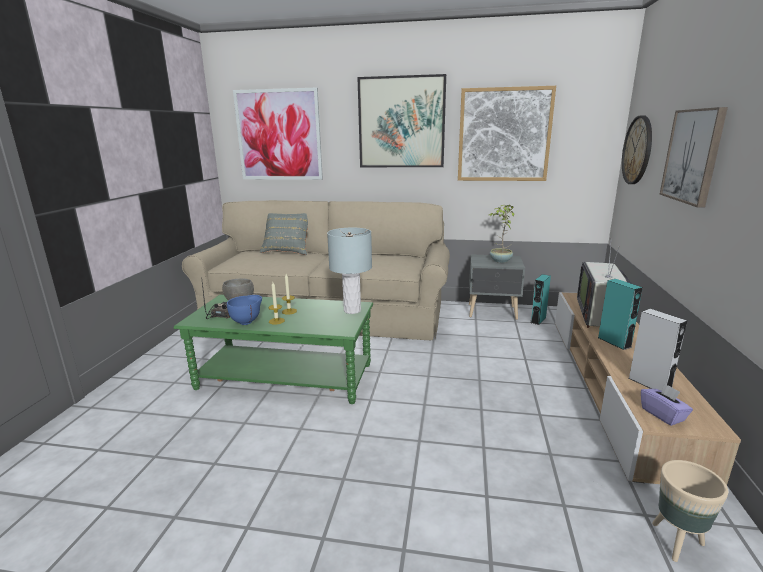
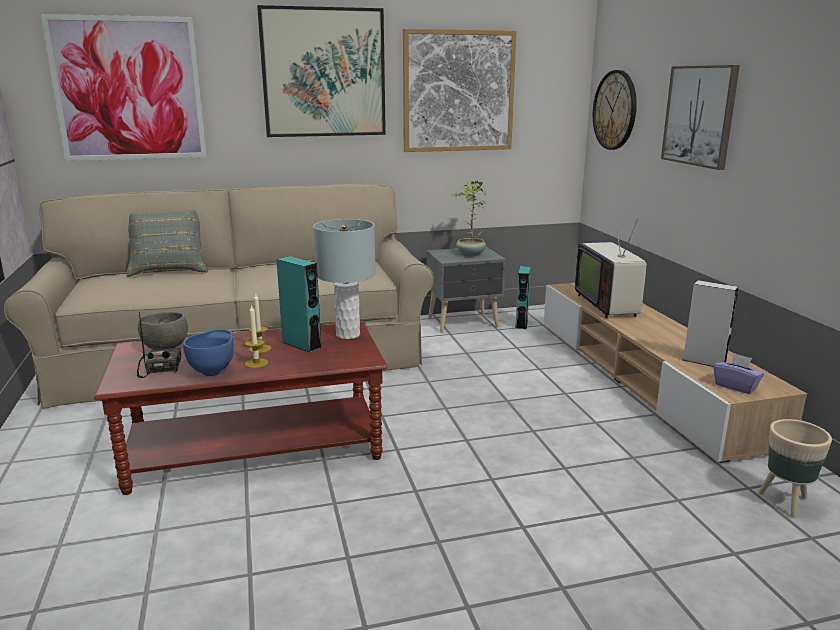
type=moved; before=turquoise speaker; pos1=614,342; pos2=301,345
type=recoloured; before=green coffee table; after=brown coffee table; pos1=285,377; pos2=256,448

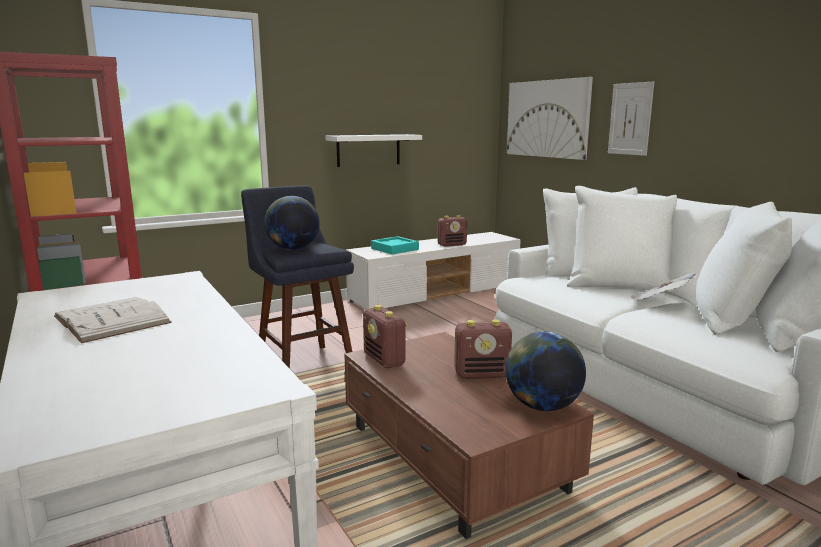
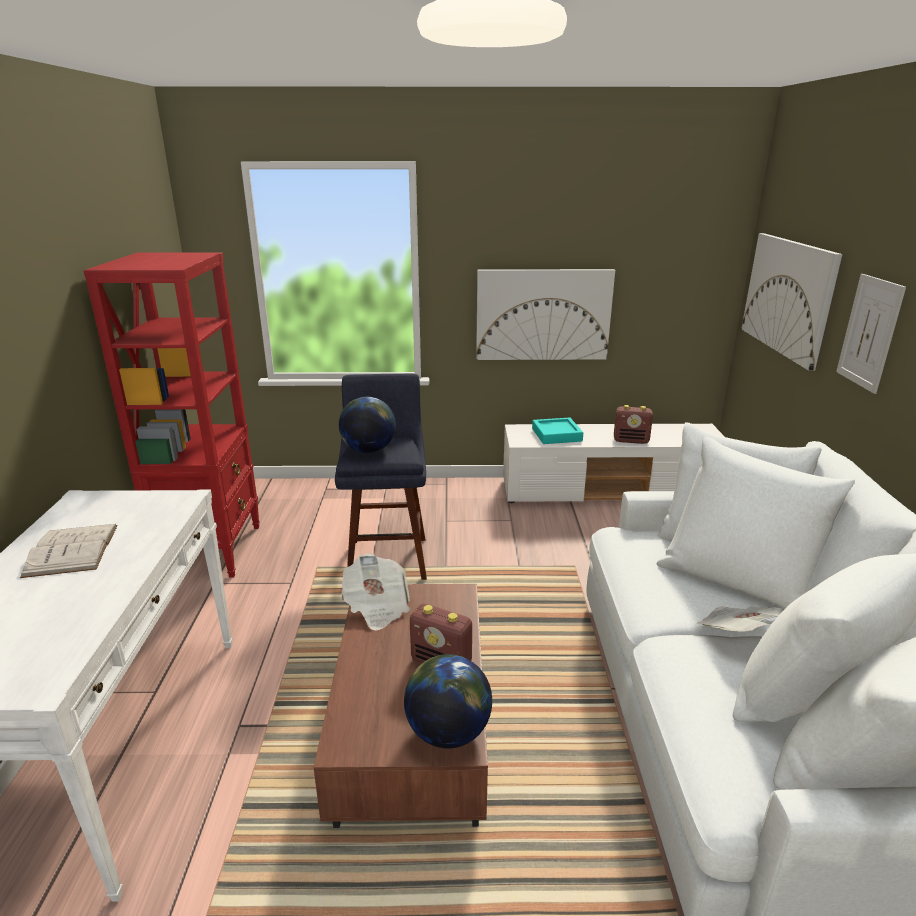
type=replaced; before=white shelf; after=picture; pos1=368,150; pos2=543,315
type=replaced; before=radio; after=newspaper; pos1=384,360; pos2=377,607

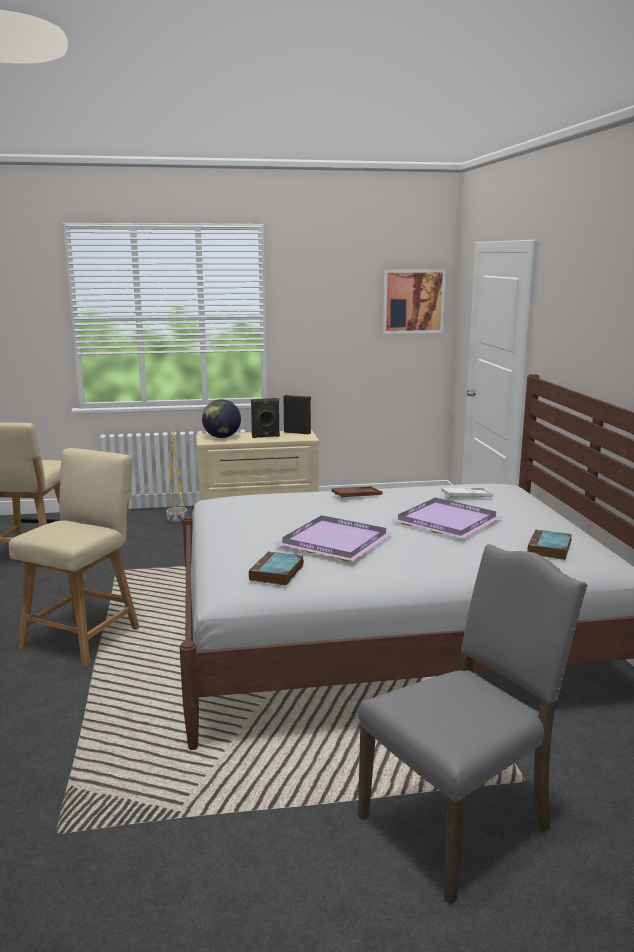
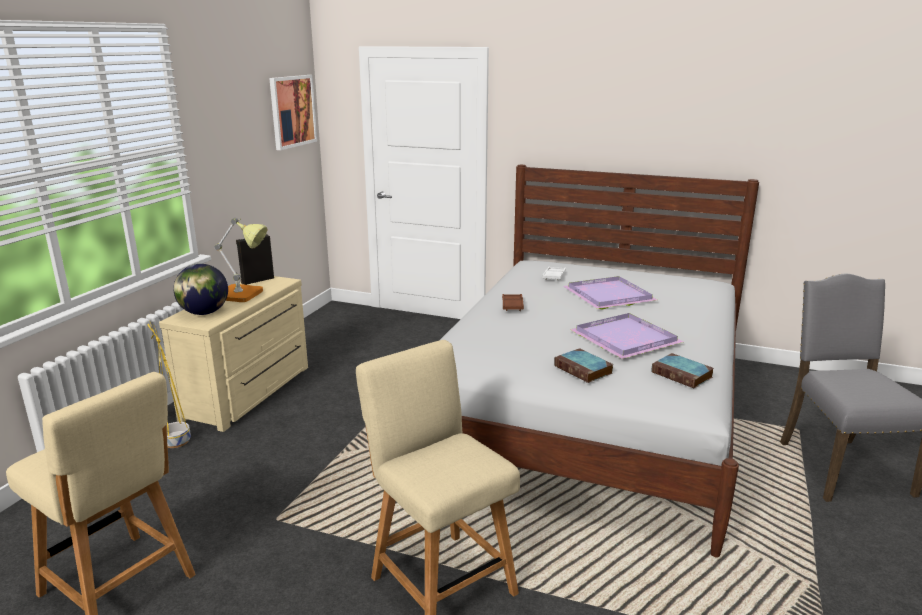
type=moved; before=book; pos1=549,549; pos2=584,370
type=replaced; before=black speaker; after=table lamp; pos1=265,436; pos2=244,295

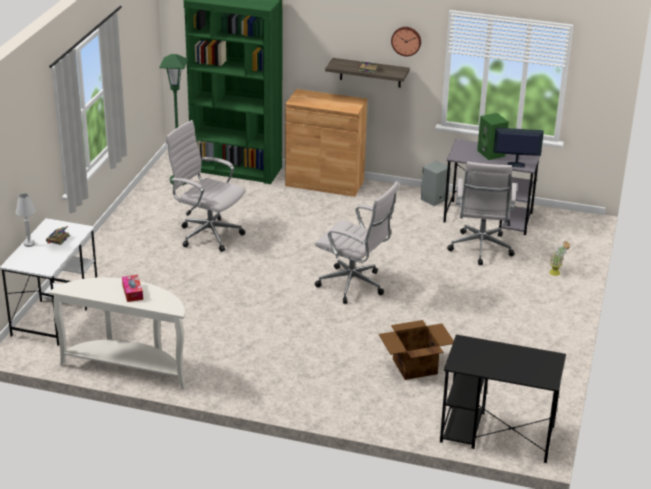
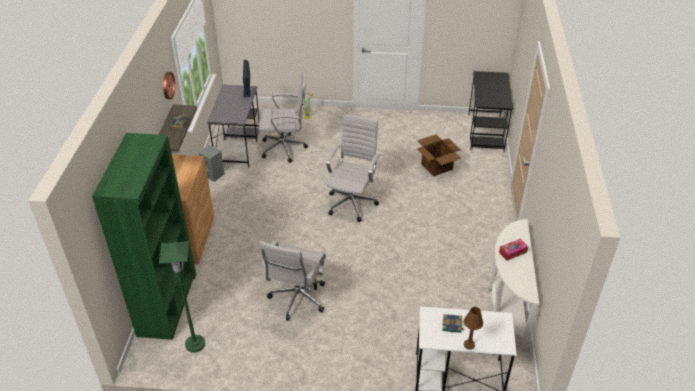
type=removed; before=green speaker; pos1=492,153
type=recoloured; before=white table lamp; after=brown table lamp; pos1=29,244; pos2=469,345

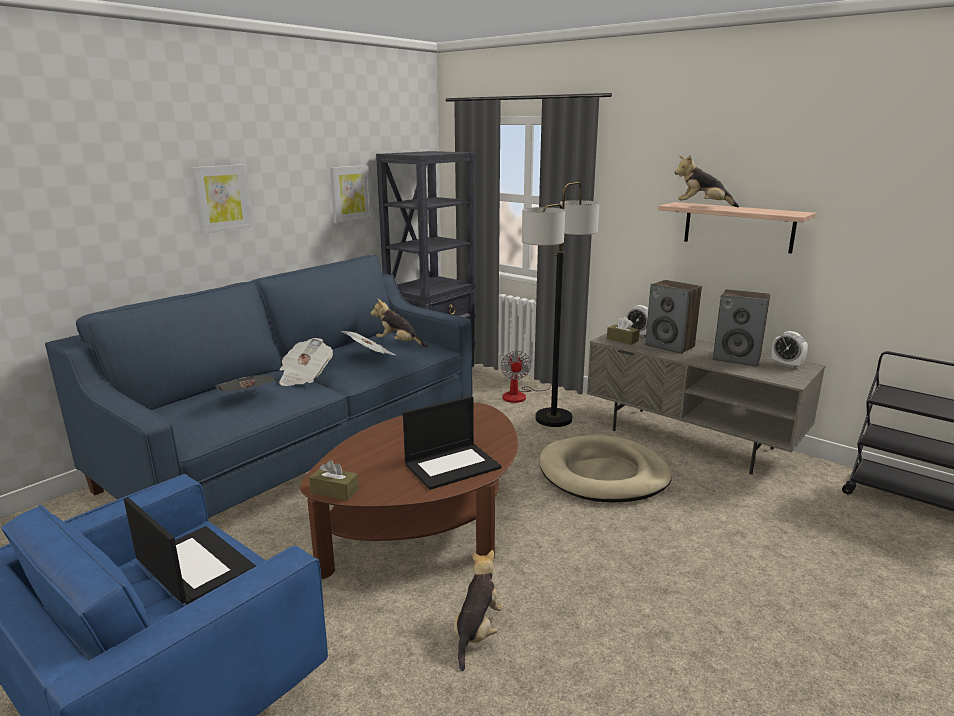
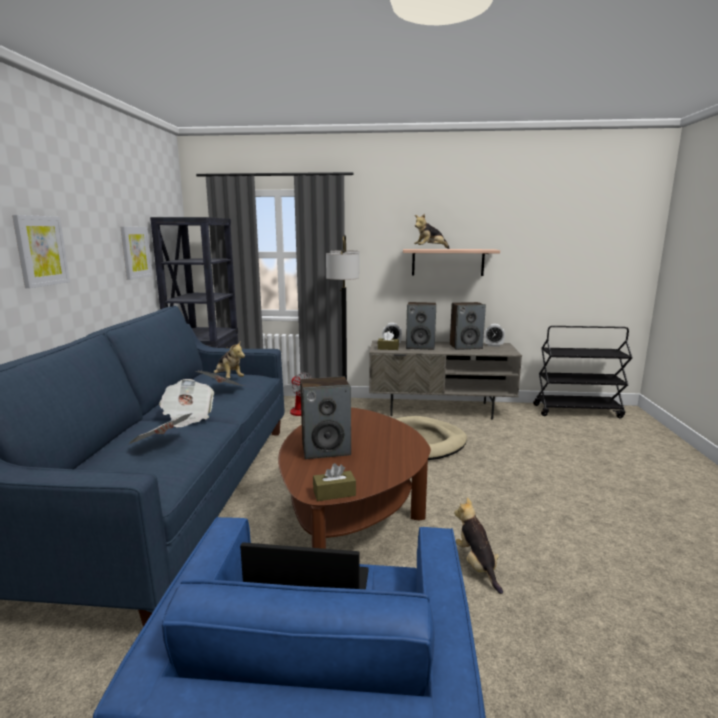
type=removed; before=laptop; pos1=452,465
type=added; after=speaker; pos2=326,450
type=turned; before=plush toy; pos1=399,343; pos2=228,378; turn=-120

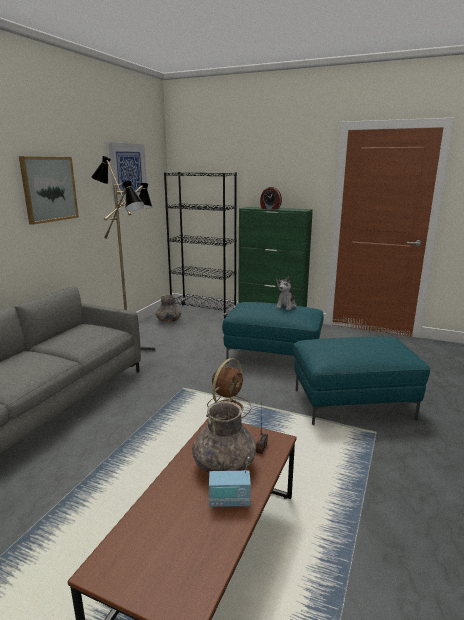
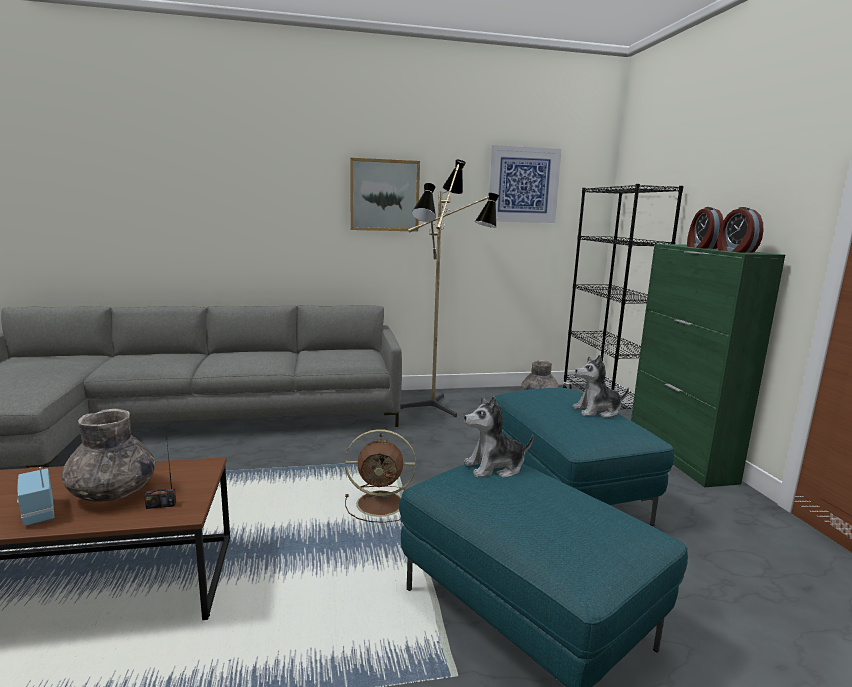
type=added; after=plush toy; pos2=495,467
type=added; after=alarm clock; pos2=735,251

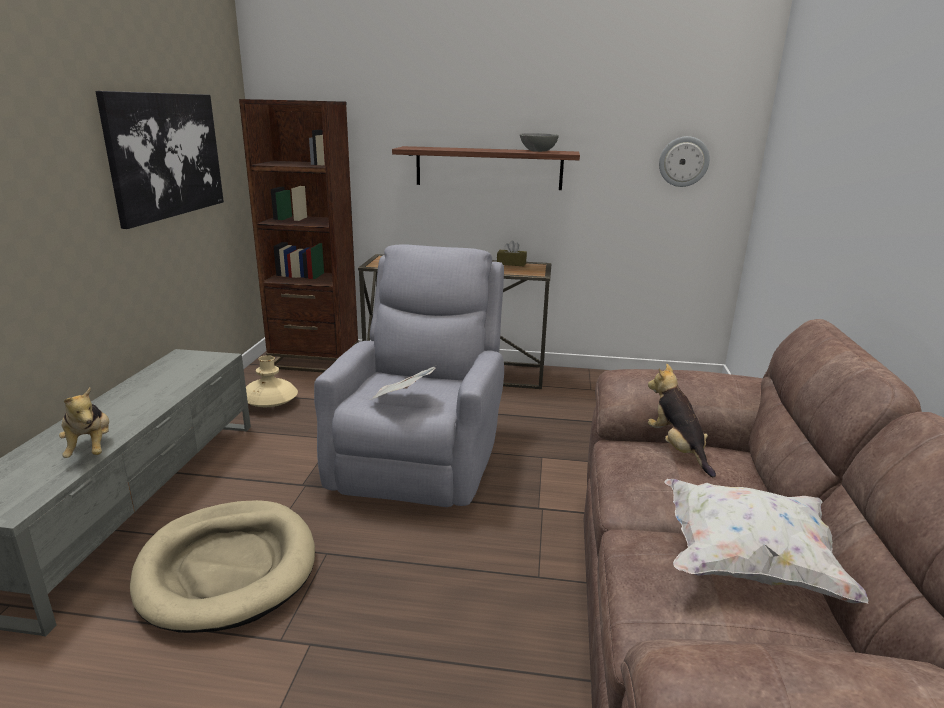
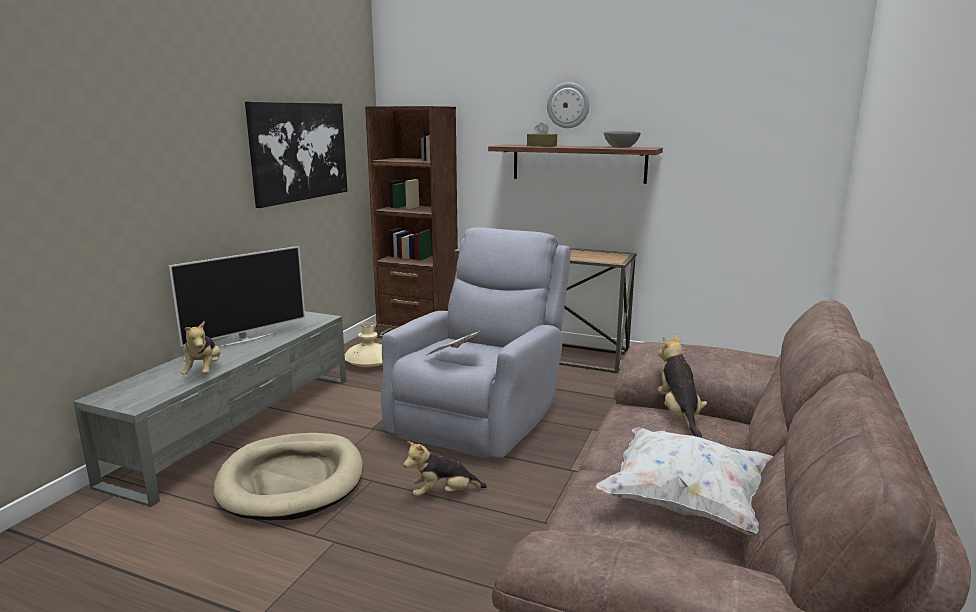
type=added; after=television; pos2=245,340
type=added; after=plush toy; pos2=443,494
type=moved; before=brown tissue box; pos1=511,263; pos2=541,146
type=moved; before=wall clock; pos1=683,161; pos2=568,105

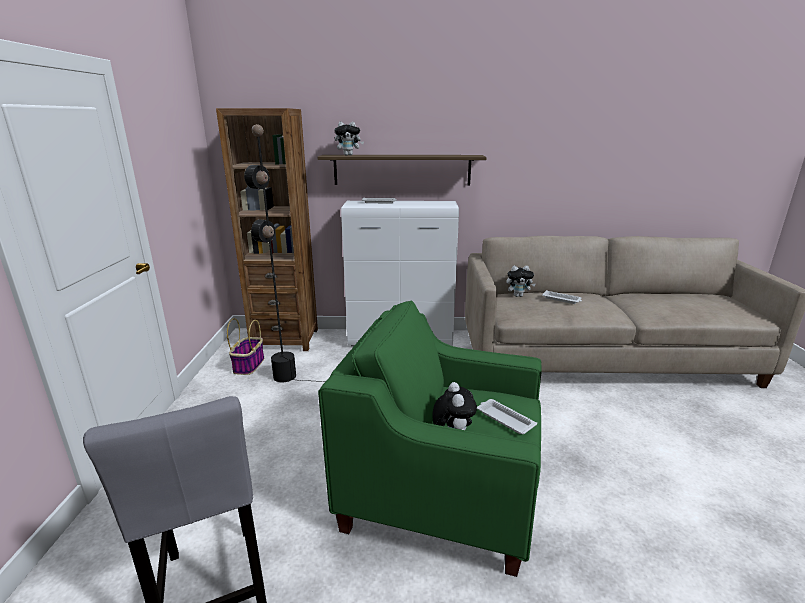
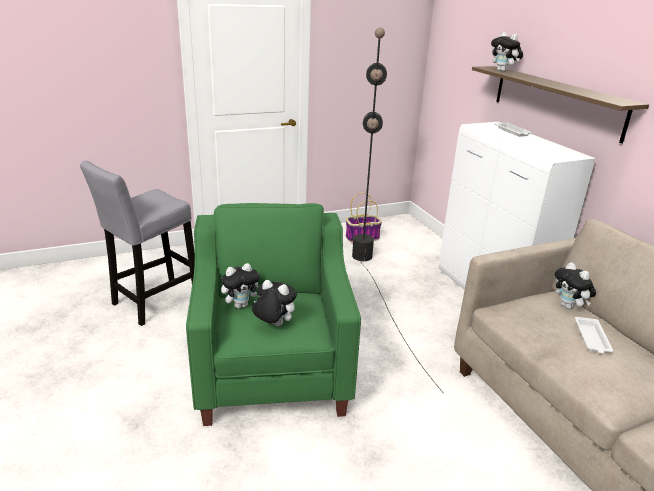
type=removed; before=brown bookcase; pos1=285,339
type=replaced; before=white tray; after=plush toy; pos1=504,419; pos2=273,325

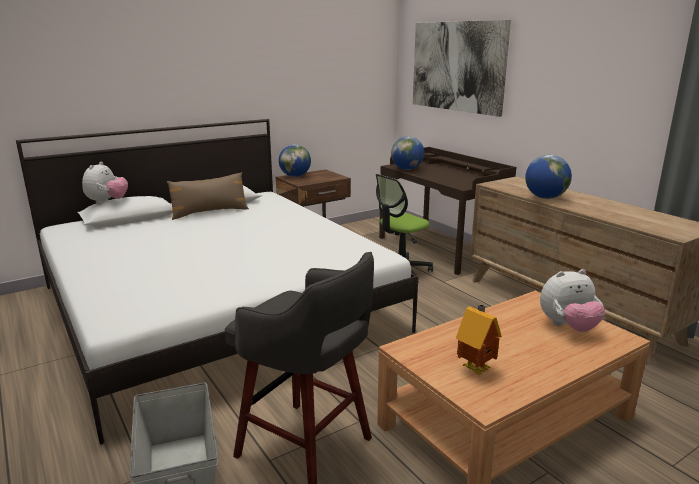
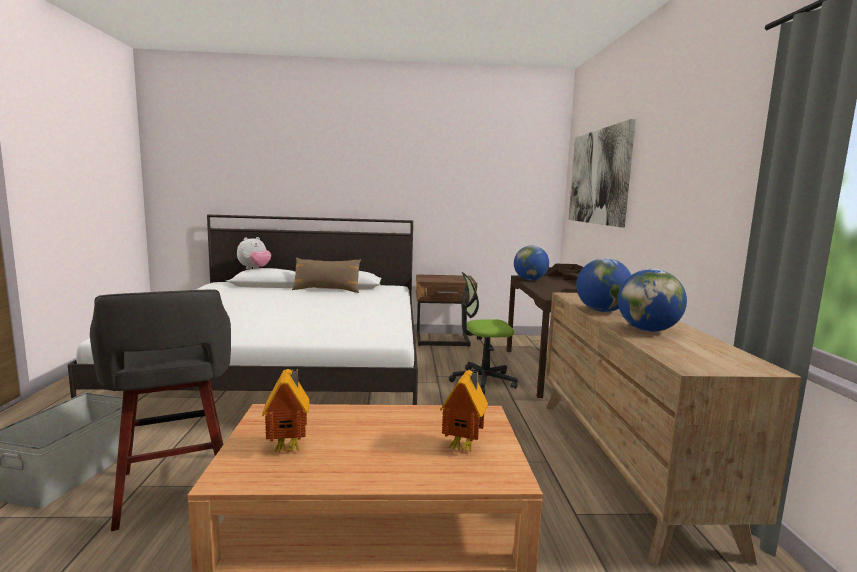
type=moved; before=globe; pos1=295,176; pos2=647,330
type=replaced; before=plush toy; after=toy house; pos1=568,327; pos2=464,446

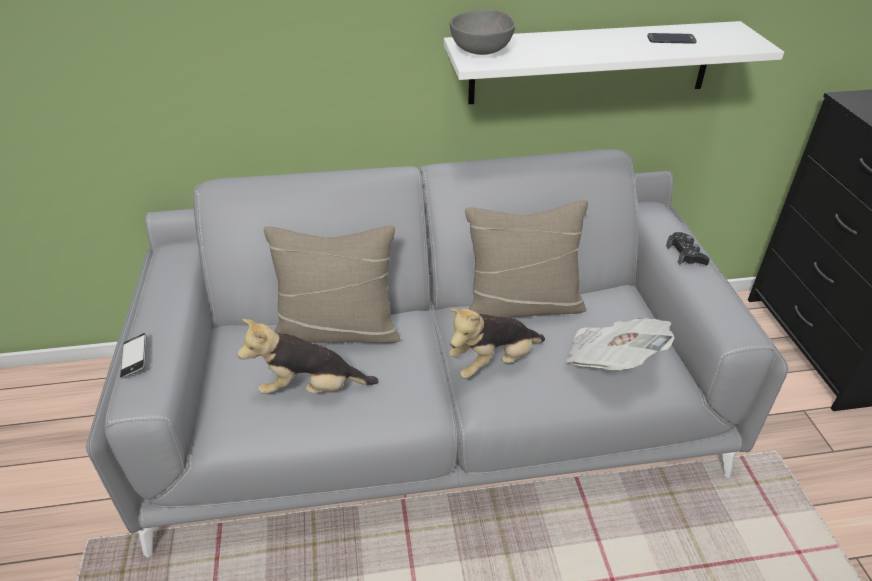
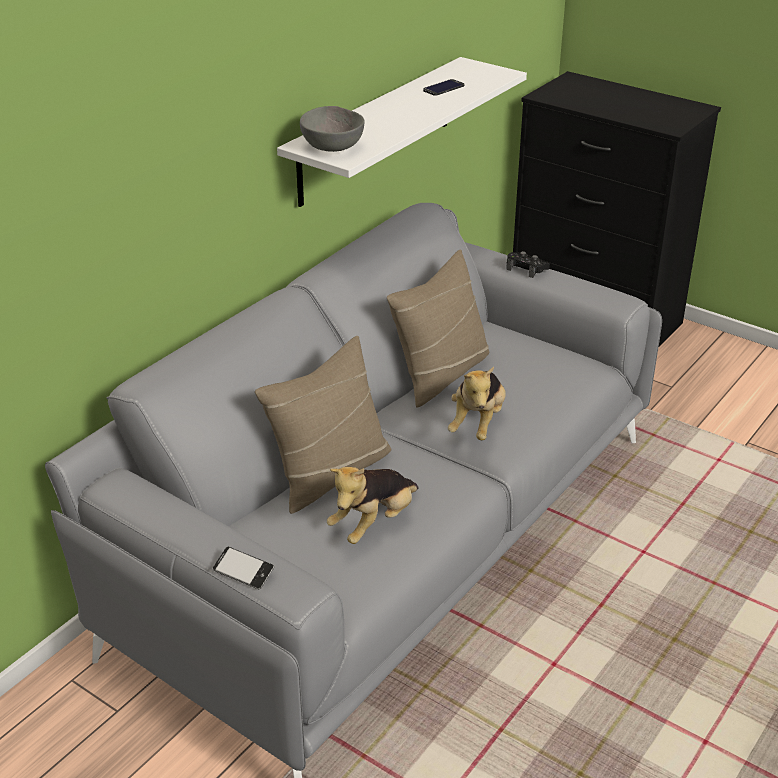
type=removed; before=newspaper; pos1=612,360

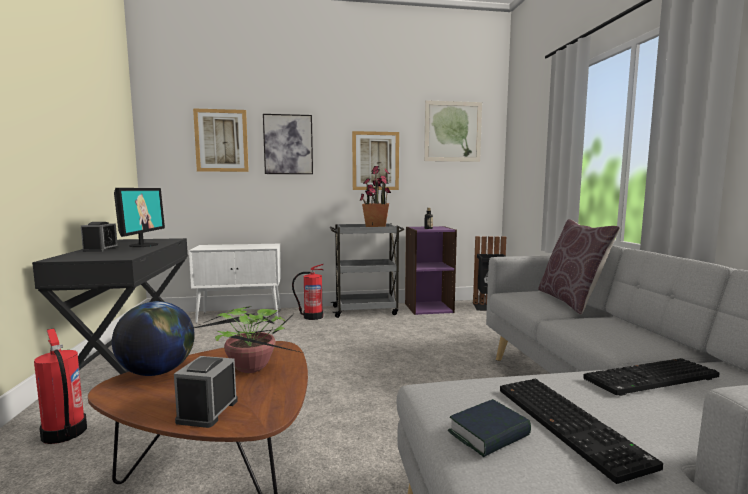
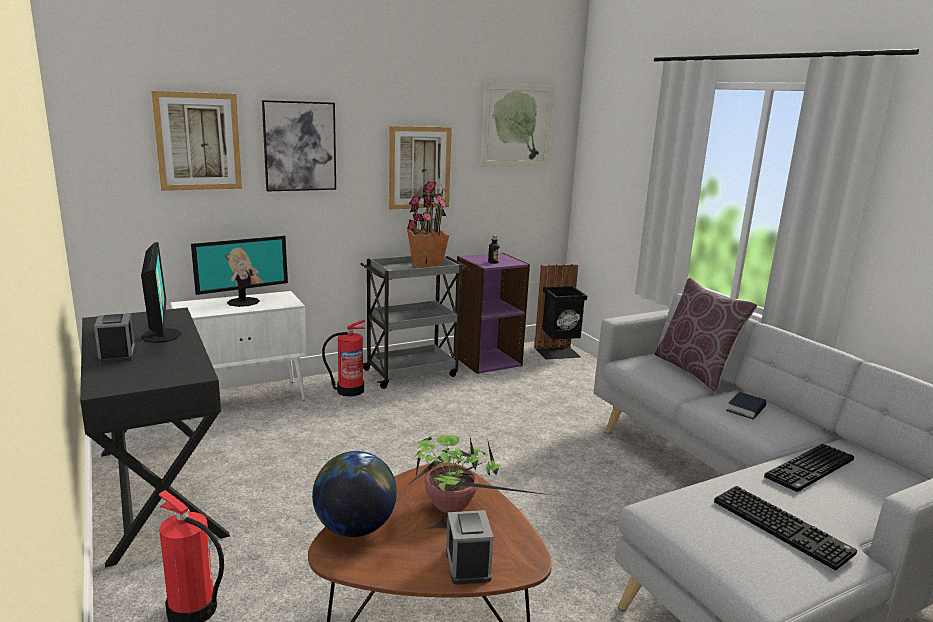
type=added; after=monitor; pos2=243,302
type=moved; before=book; pos1=489,434; pos2=746,410

